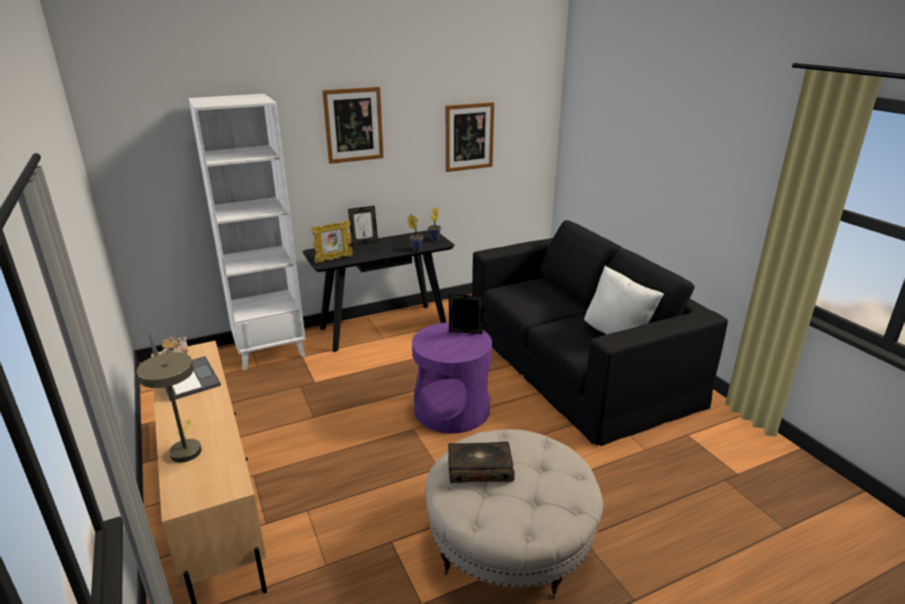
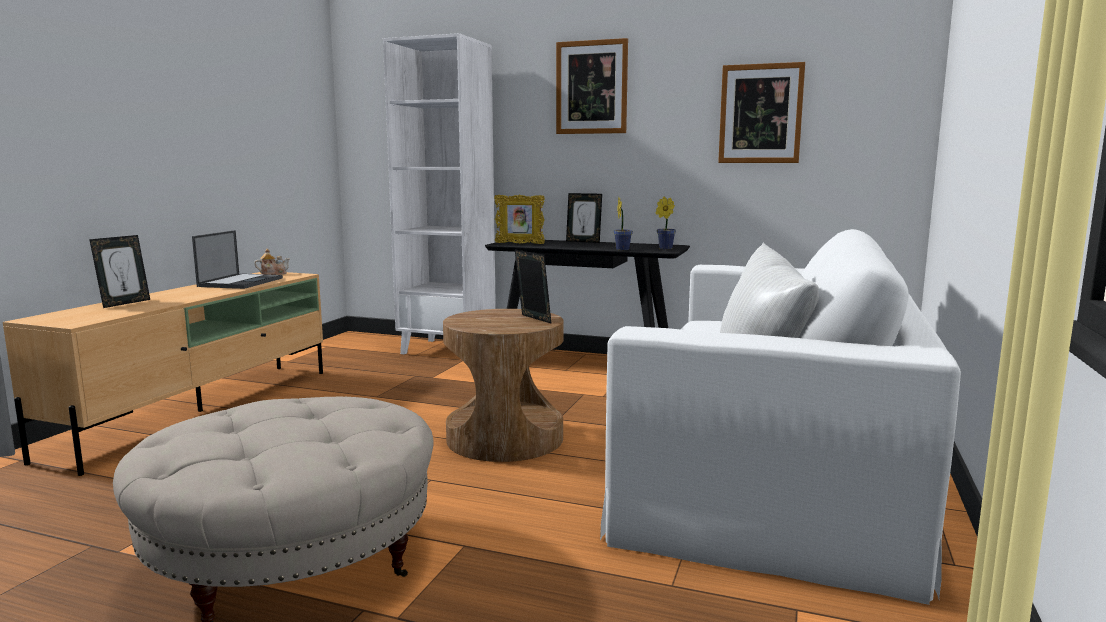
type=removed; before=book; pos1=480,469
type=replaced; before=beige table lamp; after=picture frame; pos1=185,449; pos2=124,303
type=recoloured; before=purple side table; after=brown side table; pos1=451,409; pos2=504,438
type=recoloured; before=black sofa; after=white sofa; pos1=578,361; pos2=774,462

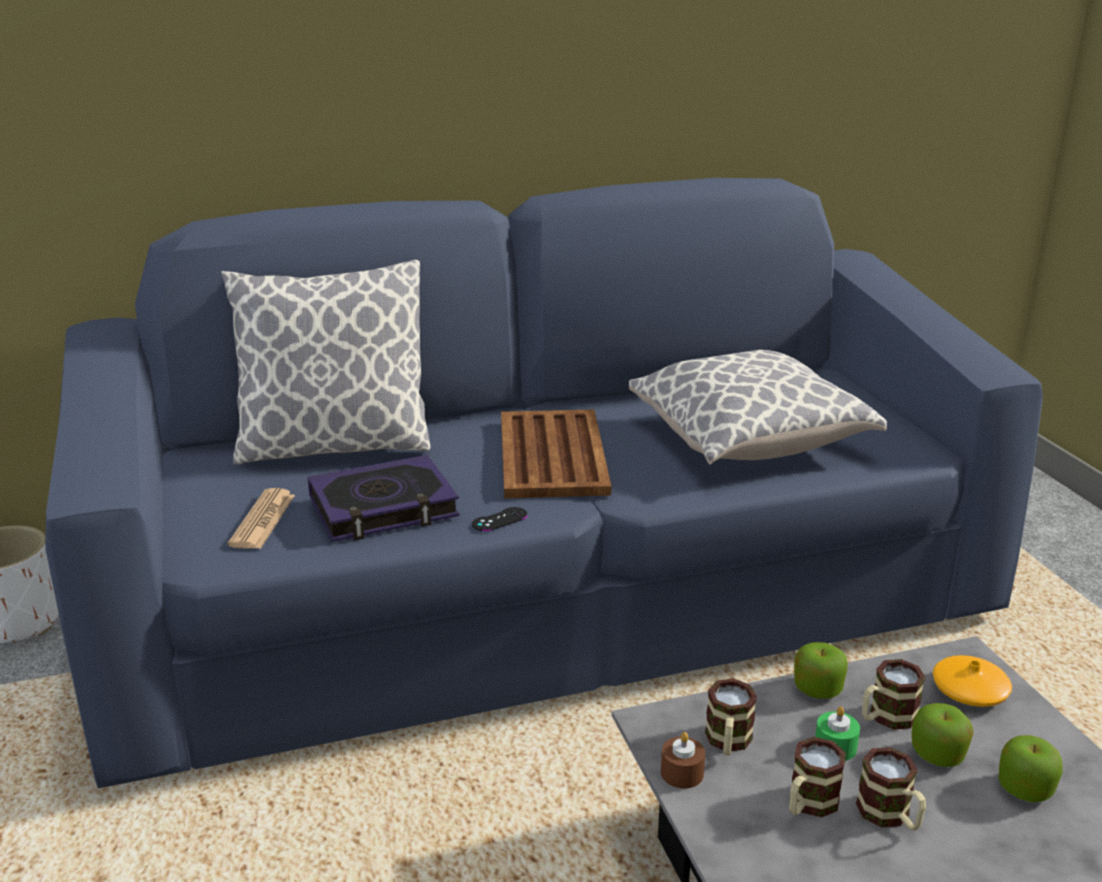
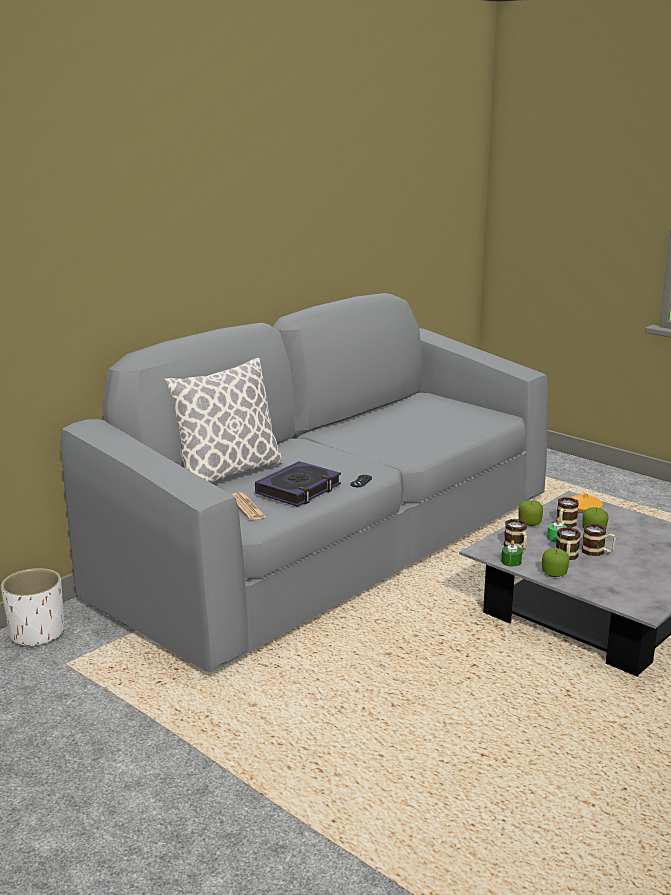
type=removed; before=brown tray; pos1=552,454
type=removed; before=pillow; pos1=748,442
type=moved; before=apple; pos1=1025,788; pos2=554,573
type=recoloured; before=blue sofa; after=grey sofa; pos1=550,605; pos2=334,546
type=recoloured; before=brown candle; after=green candle; pos1=682,773; pos2=511,561

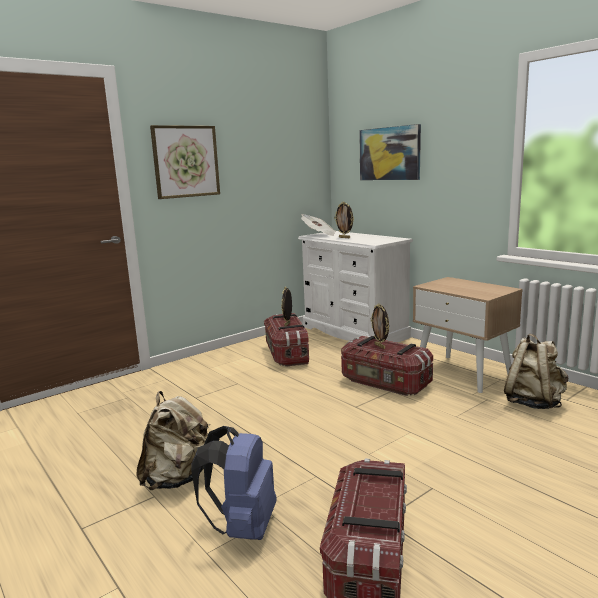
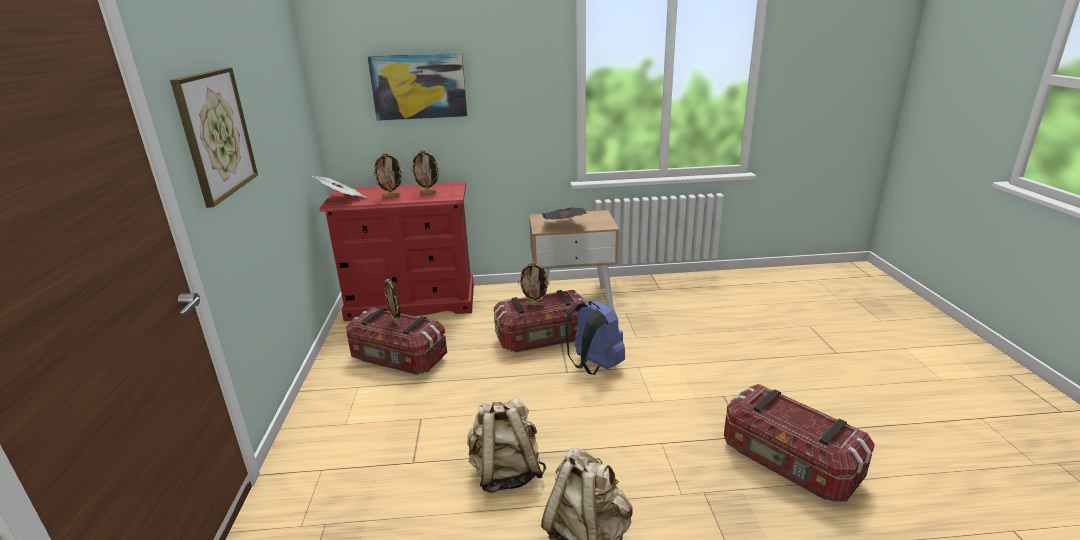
type=added; after=picture frame; pos2=428,193
type=added; after=newspaper; pos2=564,226
type=moved; before=blue backpack; pos1=242,527; pos2=594,366
type=moved; before=beige backpack; pos1=533,403; pos2=505,473
type=recoloured; before=white dresser; after=red dresser; pos1=354,332; pos2=412,303

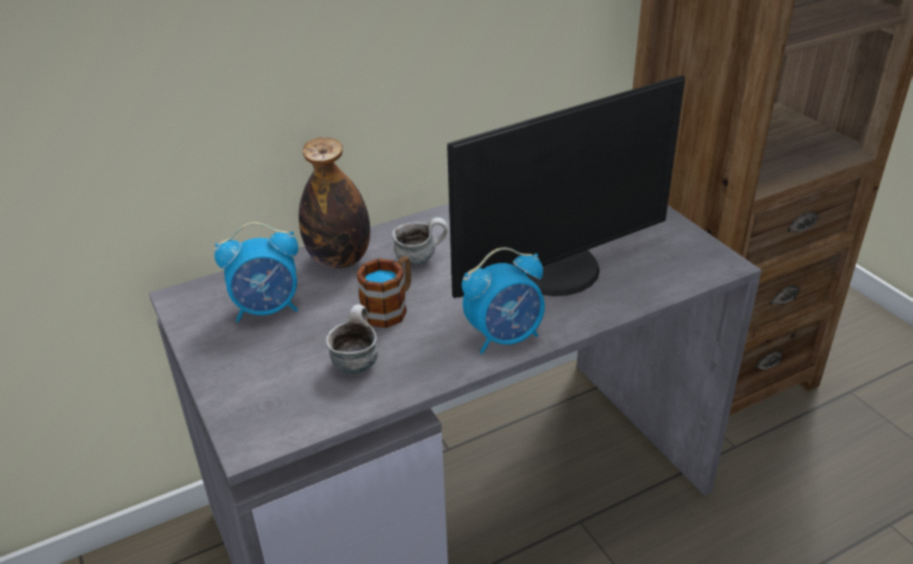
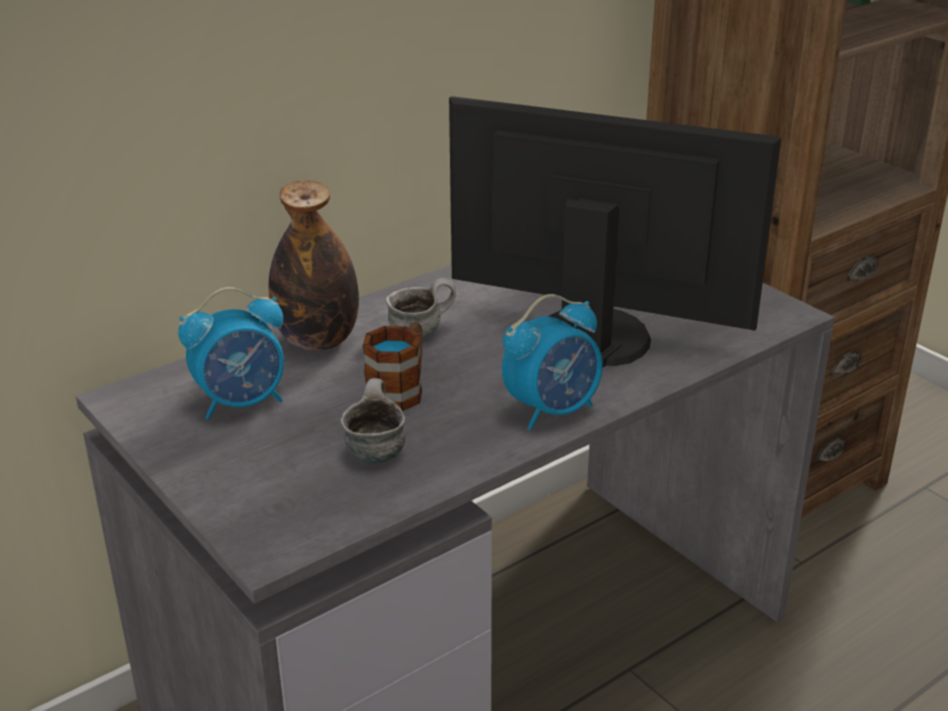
type=turned; before=monitor; pos1=556,271; pos2=594,335; turn=-120

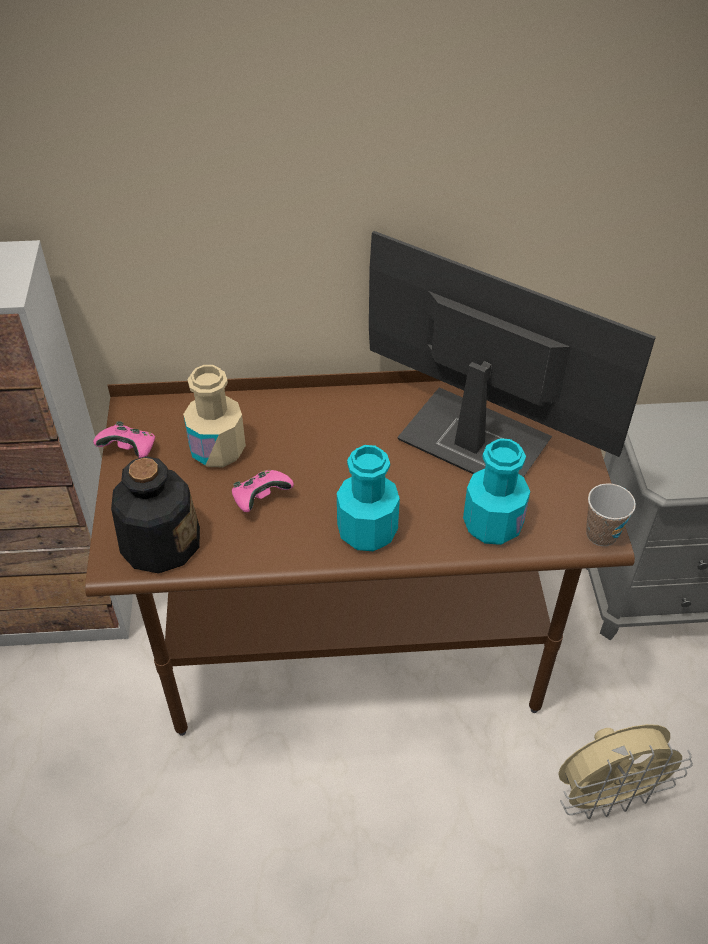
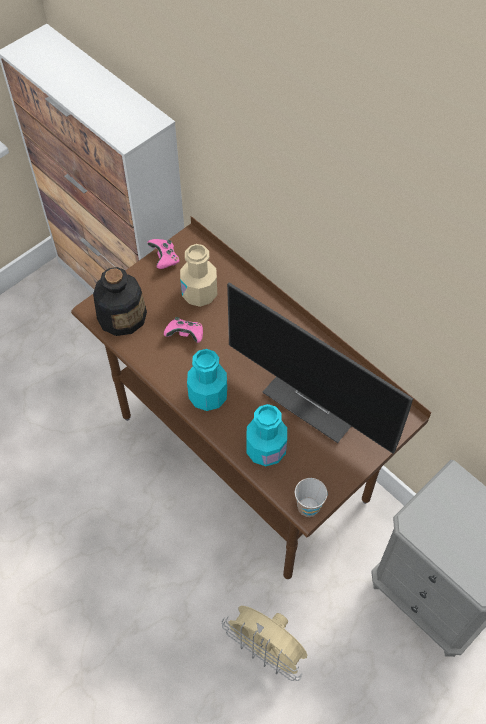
type=turned; before=monitor; pos1=471,440; pos2=318,399; turn=135

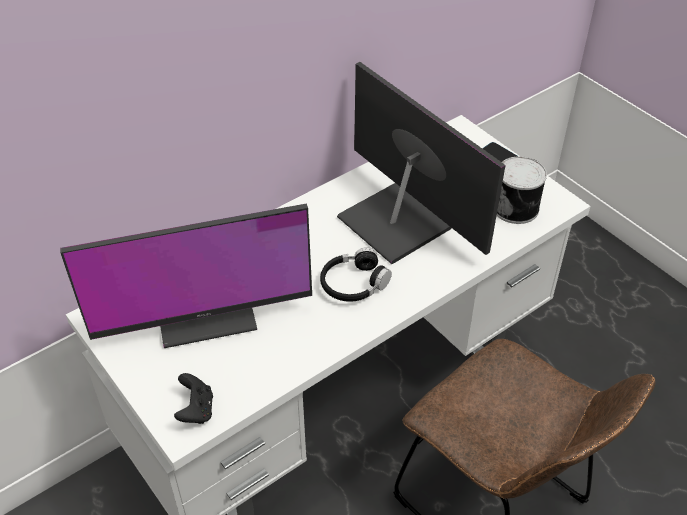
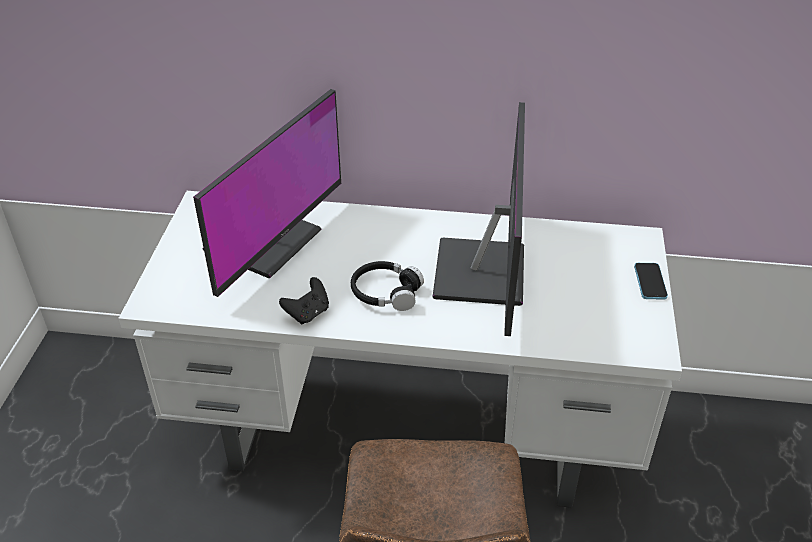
type=removed; before=can; pos1=516,207
type=moved; before=black game controller; pos1=196,410; pos2=308,313
type=turned; before=monitor; pos1=205,309; pos2=266,241; turn=-90

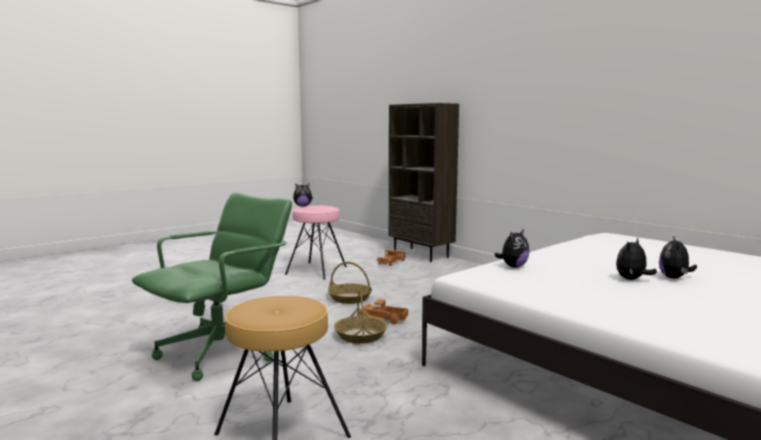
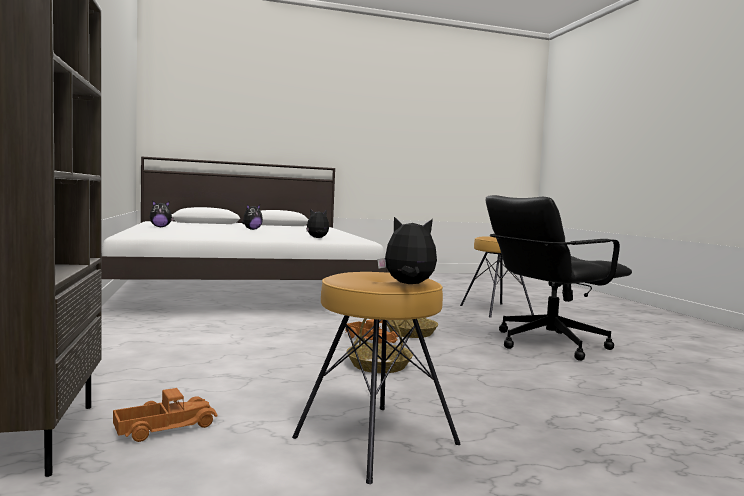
type=moved; before=plush toy; pos1=632,279; pos2=160,227
type=recoloured; before=green office chair; after=black office chair; pos1=221,352; pos2=548,344
type=recoloured; before=pink stool; after=brown stool; pos1=317,270; pos2=375,440

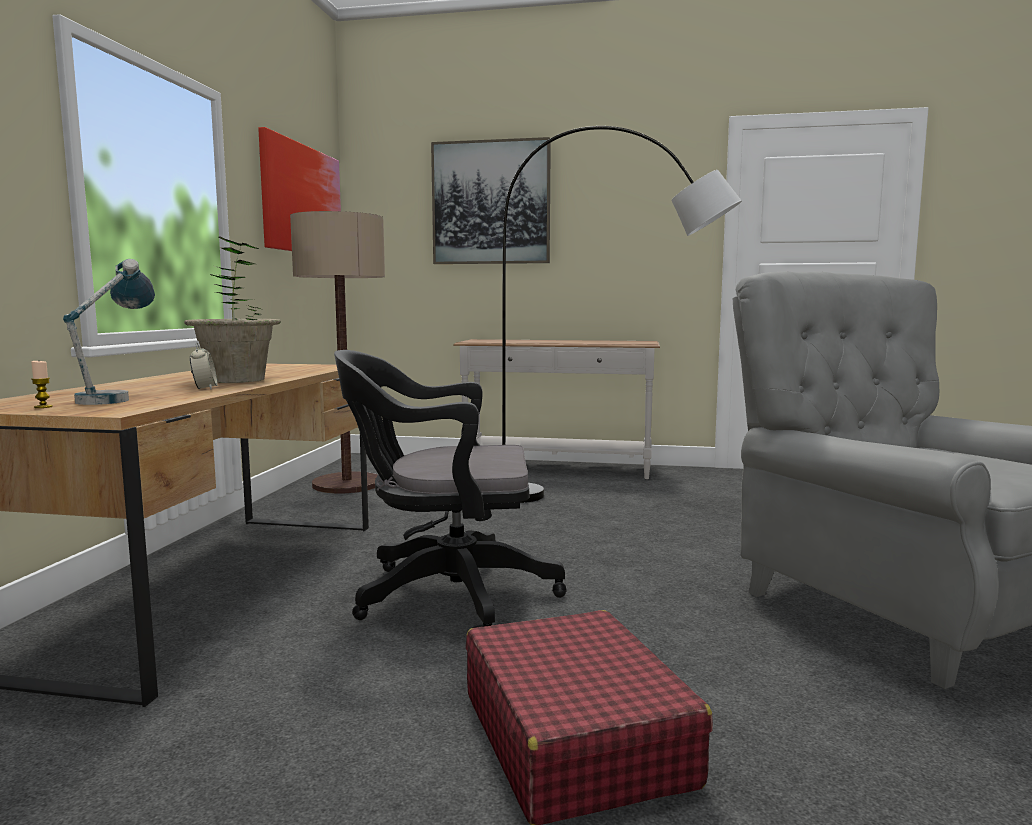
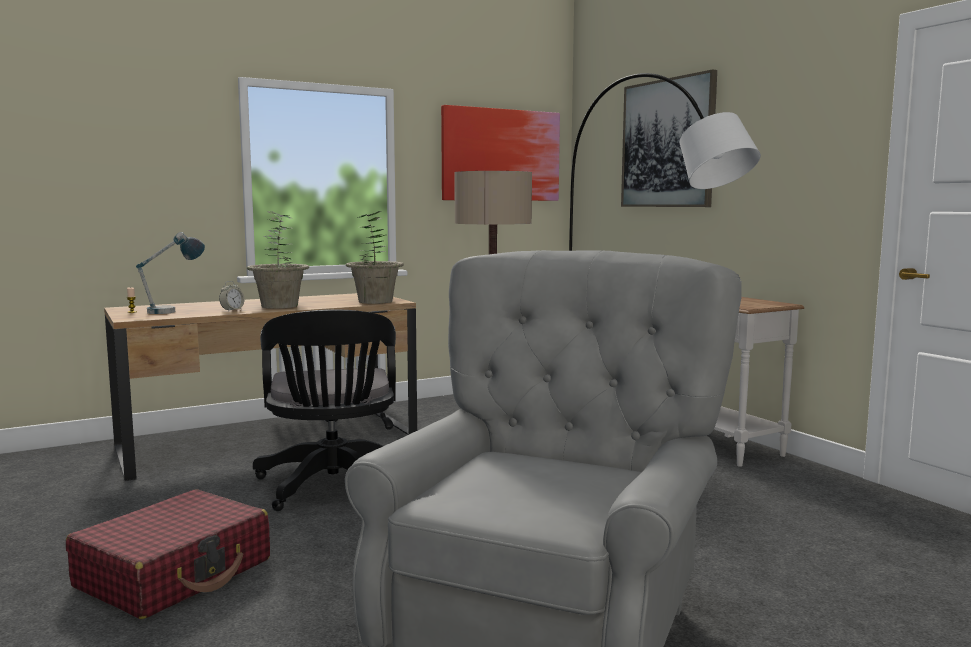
type=added; after=potted plant; pos2=375,301
type=turned; before=black office chair; pos1=445,595; pos2=333,487; turn=-150

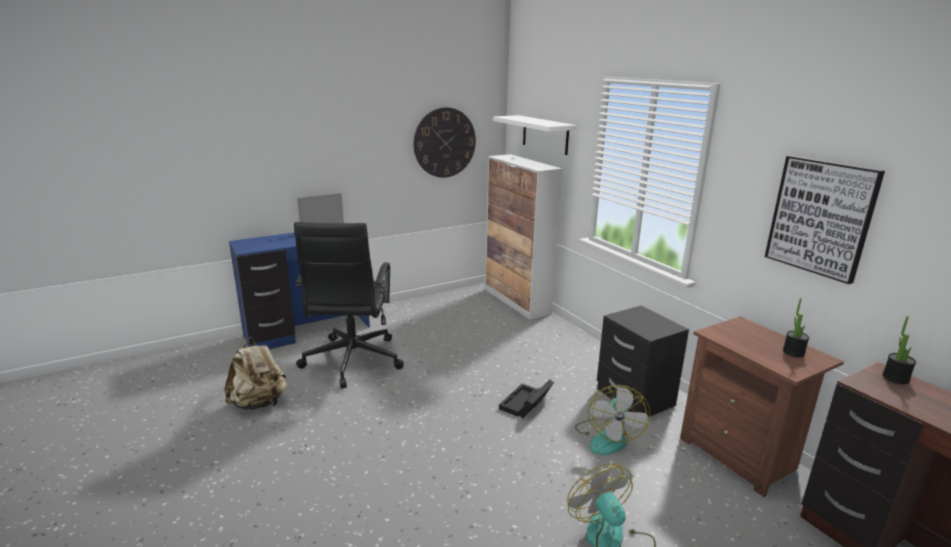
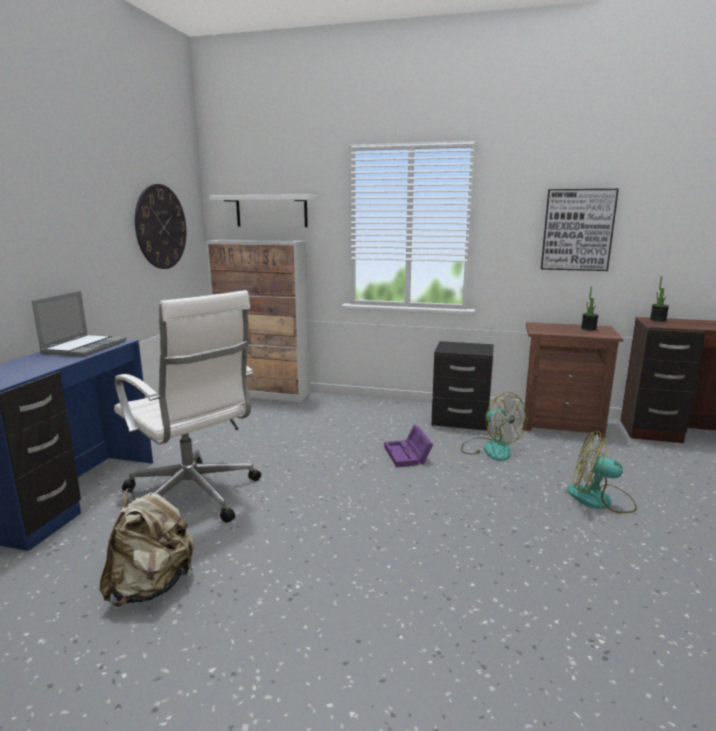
type=recoloured; before=black office chair; after=white office chair; pos1=352,362; pos2=193,497
type=recoloured; before=black storage box; after=purple storage box; pos1=525,405; pos2=408,455

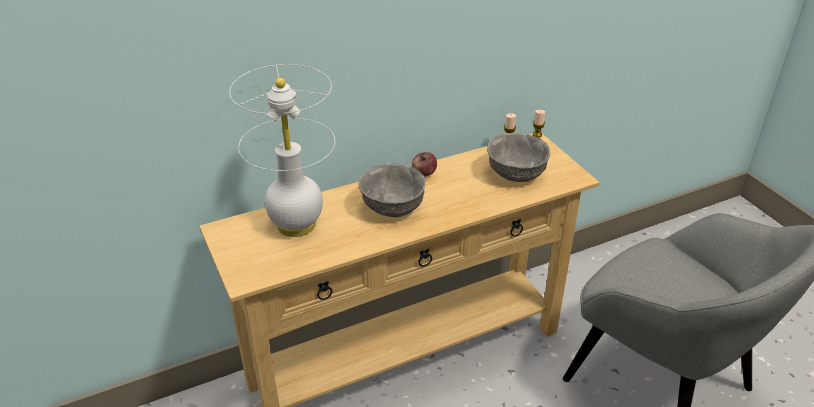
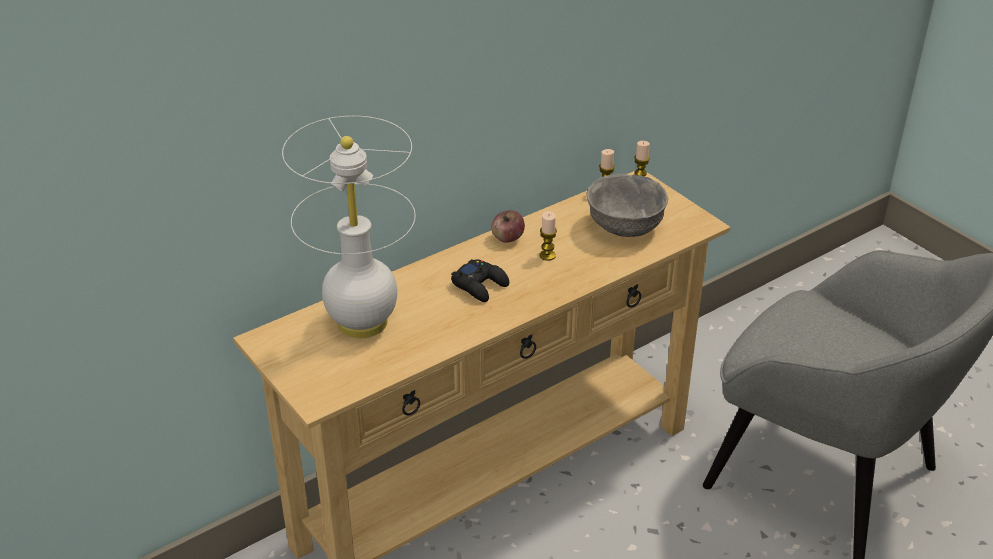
type=added; after=candle; pos2=547,255
type=replaced; before=grey bowl; after=black game controller; pos1=393,206; pos2=480,285

